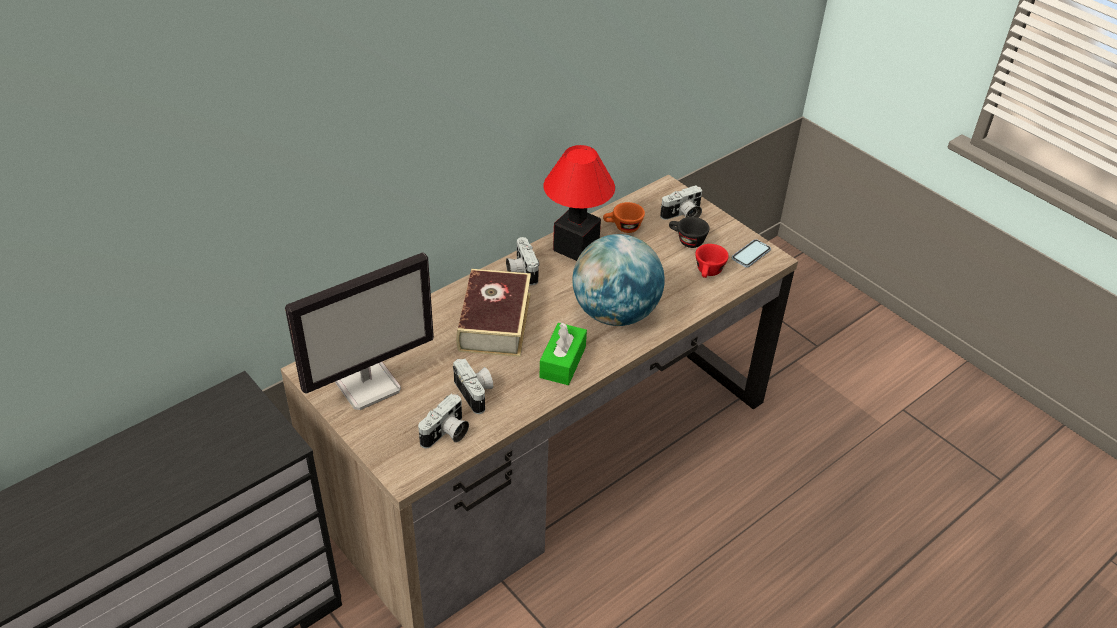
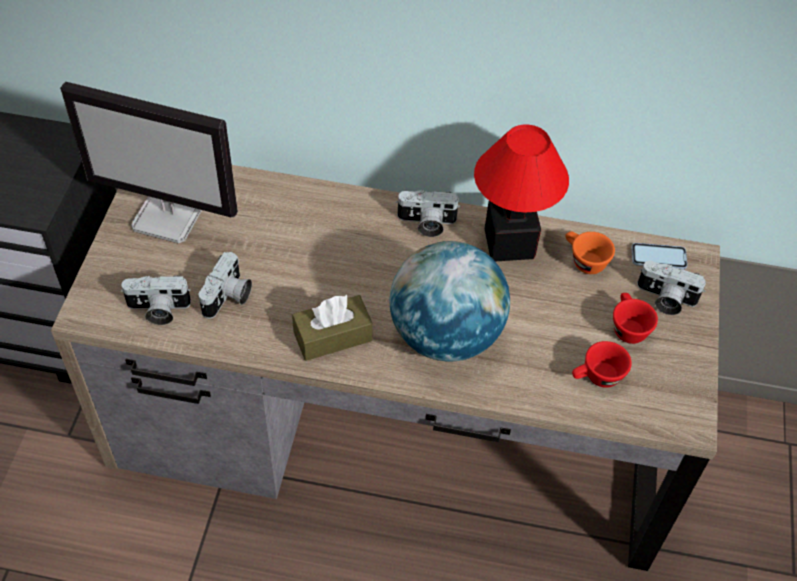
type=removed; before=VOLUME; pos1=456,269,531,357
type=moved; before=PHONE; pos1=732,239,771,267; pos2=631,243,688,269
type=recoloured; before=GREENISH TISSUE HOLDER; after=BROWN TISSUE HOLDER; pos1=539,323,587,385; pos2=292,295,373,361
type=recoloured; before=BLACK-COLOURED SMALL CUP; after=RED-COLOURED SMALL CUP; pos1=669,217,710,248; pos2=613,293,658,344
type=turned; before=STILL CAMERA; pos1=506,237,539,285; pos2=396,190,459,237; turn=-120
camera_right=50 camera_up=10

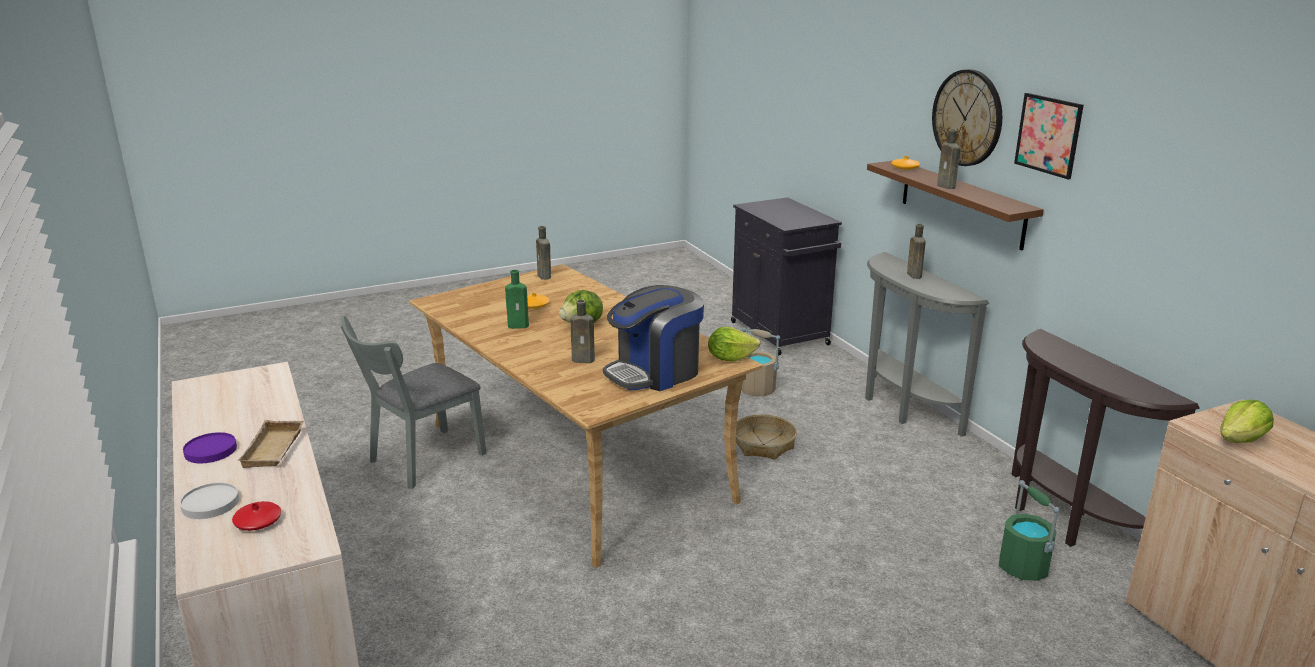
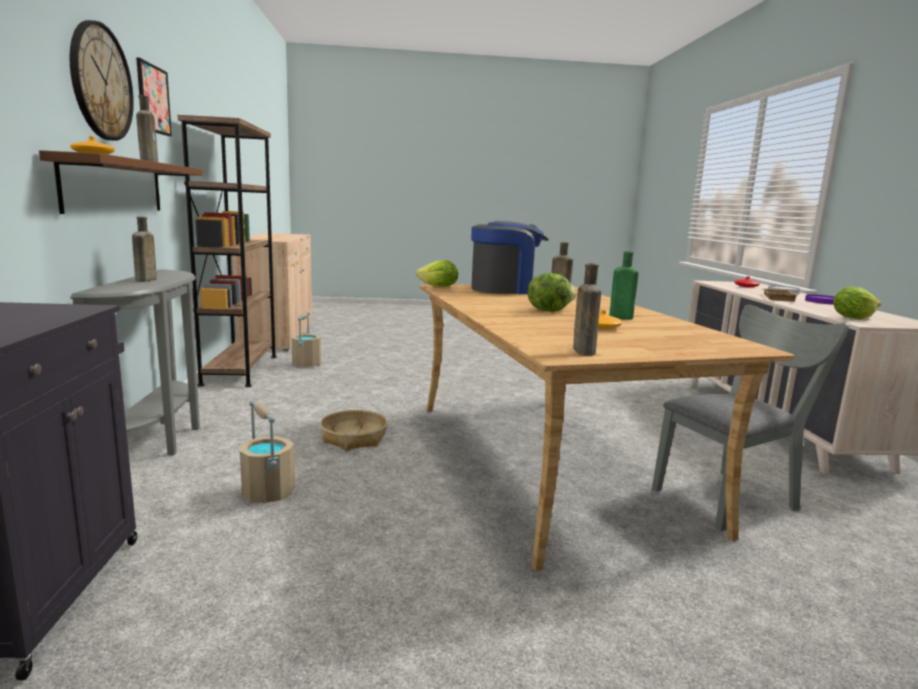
type=moved; before=LETTUCE HEAD; pos1=1220,400,1274,444; pos2=833,287,881,320
type=replaced; before=BROWN HALL TABLE; after=BROWN BOOKSHELF; pos1=1011,329,1200,547; pos2=178,115,277,387
type=recoloured; before=GREENISH PAIL; after=BEIGE PAIL; pos1=999,480,1060,581; pos2=291,312,321,367
camera_right=-160 camera_up=-10

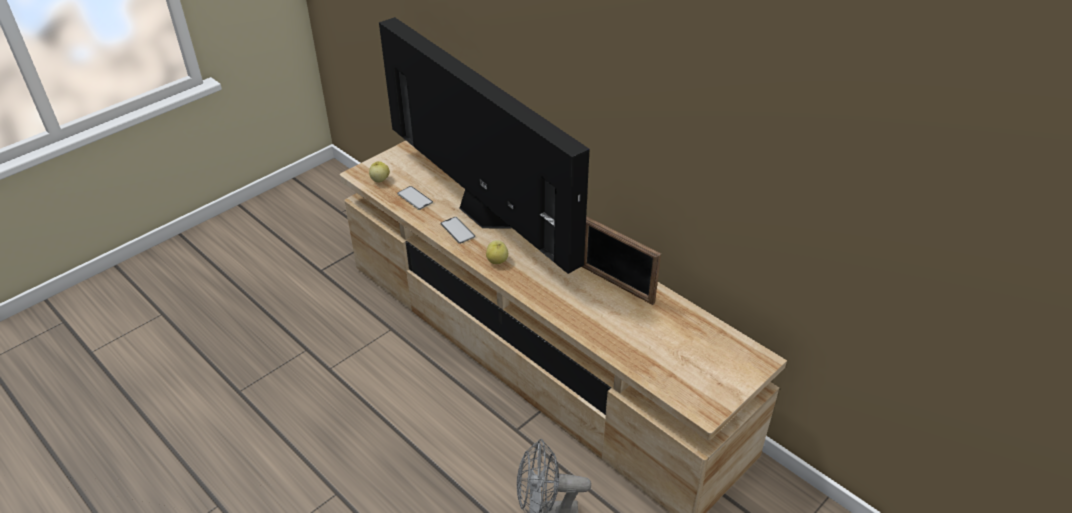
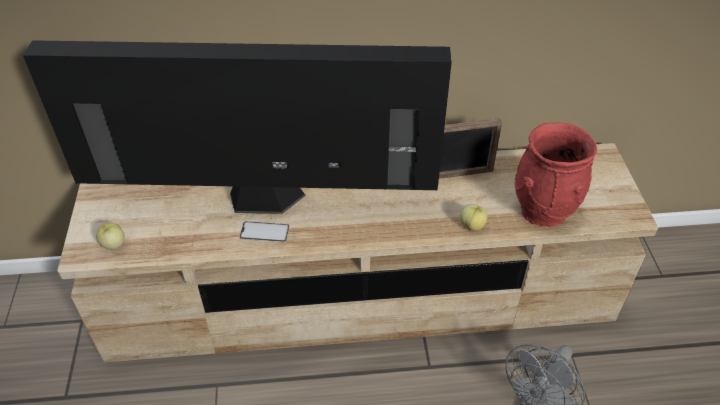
type=removed; before=PHONE; pos1=397,186,433,210
type=added; after=RED-COLOURED VASE; pos2=514,123,597,227
type=moved; before=APPLE; pos1=486,240,508,264; pos2=460,204,487,231
camera_right=-50 camera_up=5

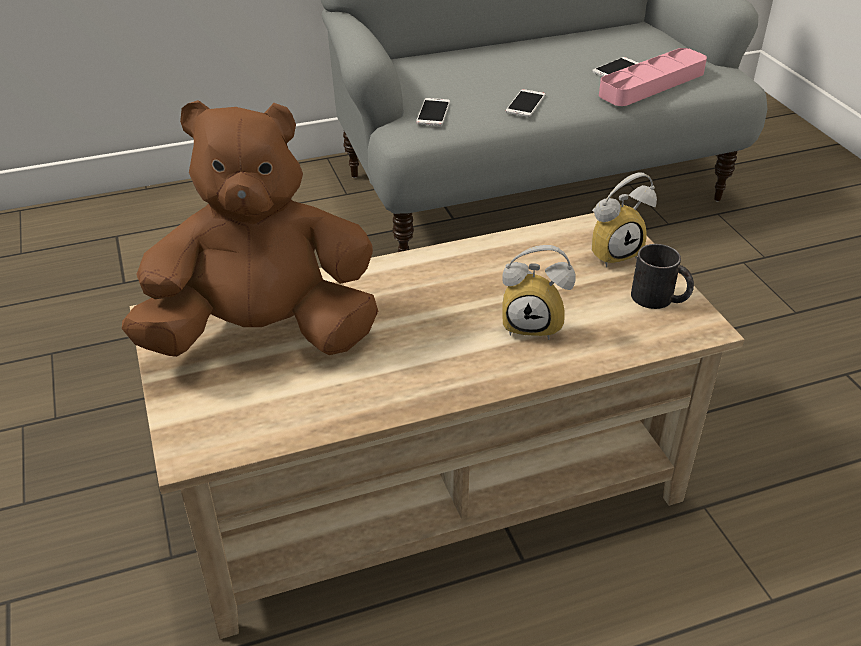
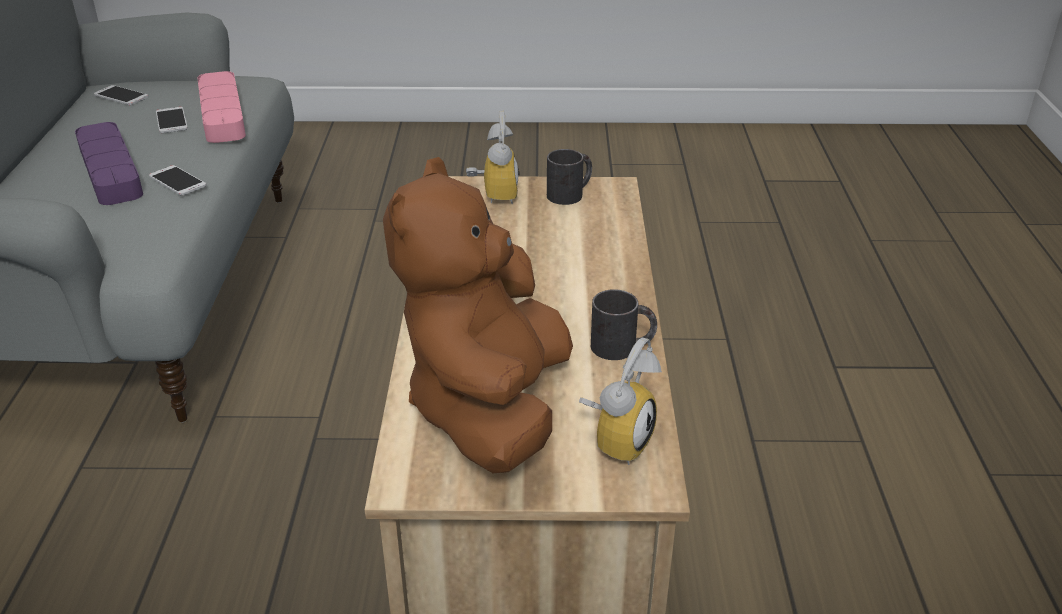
type=added; after=PURPLE CARRYING TRAY; pos2=75,122,143,205
type=added; after=BLACK-COLOURED MUG; pos2=591,289,657,360
type=moved; before=PHONE; pos1=416,98,450,126; pos2=94,85,149,105
type=moved; before=TABLE CLOCK; pos1=502,245,575,340; pos2=579,338,662,465
camera_right=-70 camera_up=-5

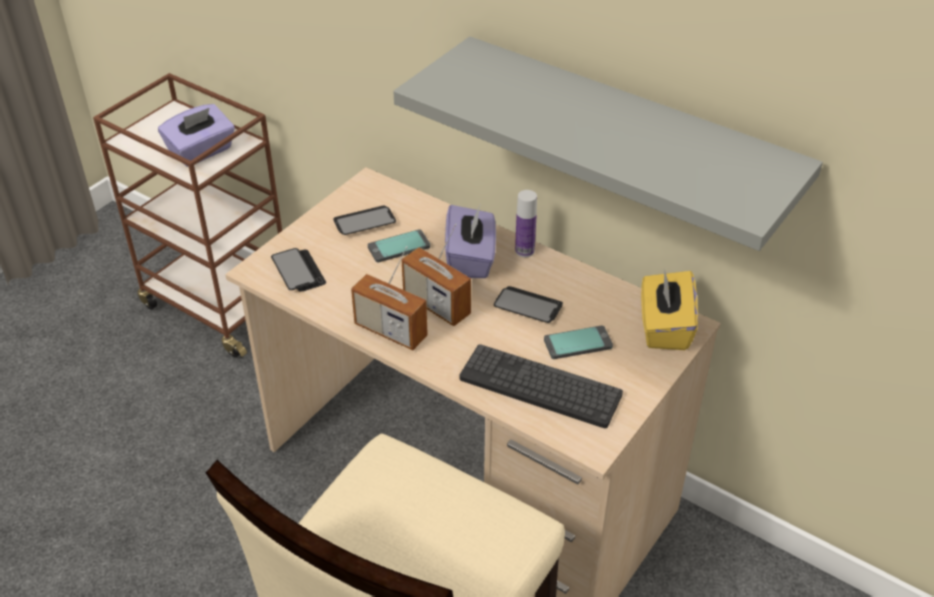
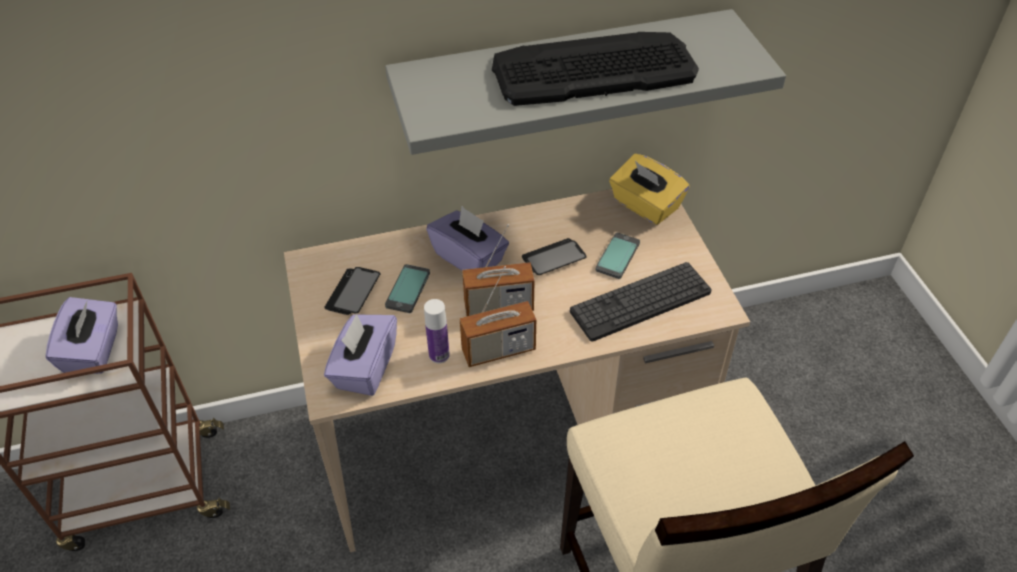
type=added; after=KEYBOARD; pos2=492,32,699,106
type=moved; before=BOTTLE; pos1=515,190,537,257; pos2=424,299,450,363
type=replaced; before=PHONE; after=PURPLE TISSUE HOLDER; pos1=271,248,326,292; pos2=324,314,397,396
camera_right=-50 camera_up=5

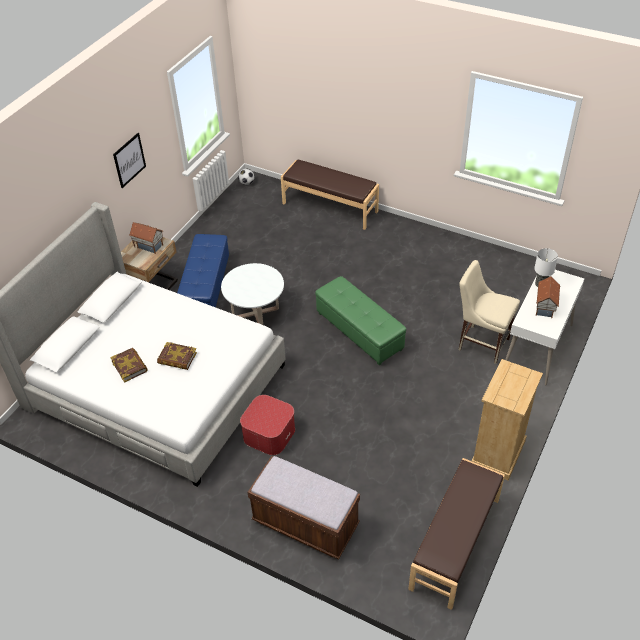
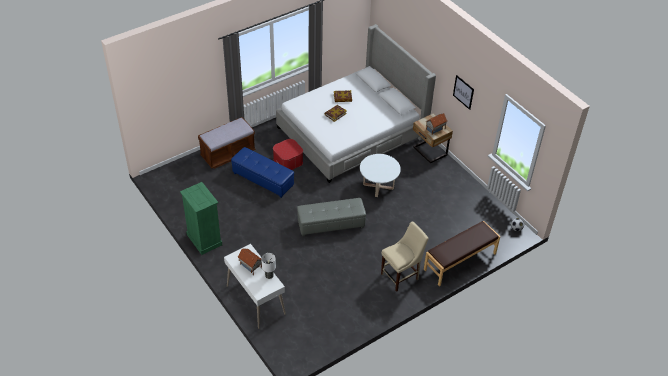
type=removed; before=BROWN BENCH; pos1=408,458,505,610
type=moved; before=BLUE OTTOMAN; pos1=177,234,229,307; pos2=231,147,294,198
type=moved; before=BEIGE PLAIN CHAIR; pos1=458,260,520,364; pos2=381,221,429,292
type=recoloured; before=GREENISH OTTOMAN; after=GRAY OTTOMAN; pos1=315,276,406,365; pos2=297,198,366,236
type=recoloured; before=BEIGE DRAWER CHEST; after=GREENISH DRAWER CHEST; pos1=471,359,543,481; pos2=180,182,222,255
camera_right=115 camera_up=0

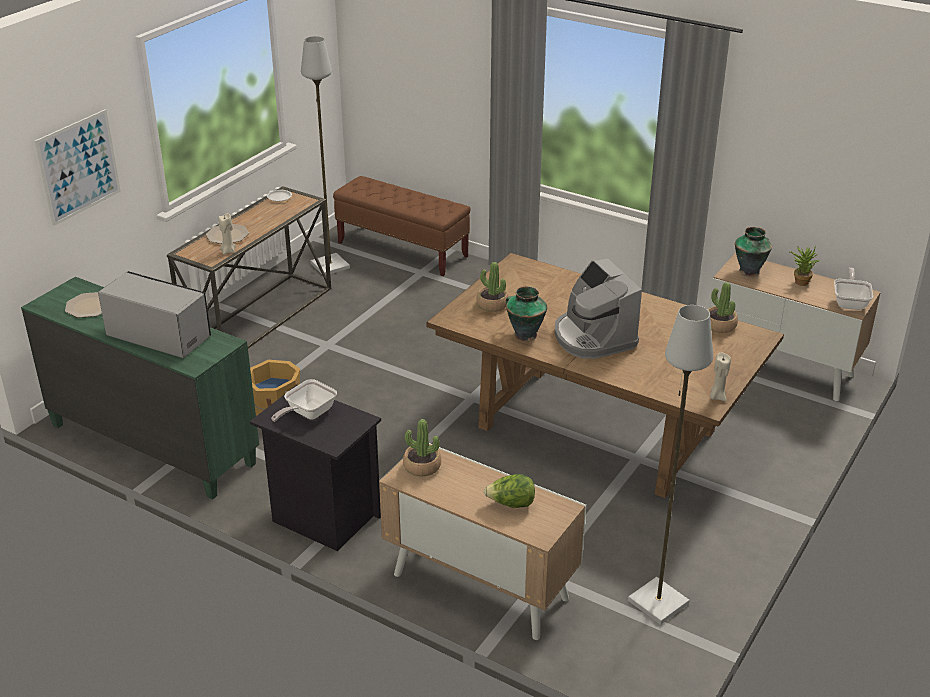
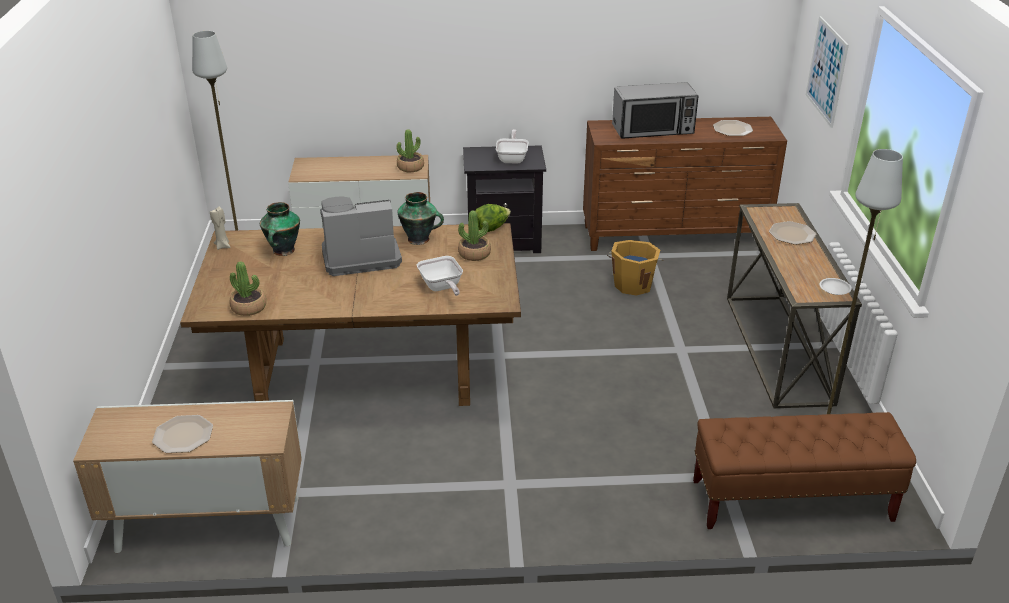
type=removed; before=BEIGE WAX CANDLE; pos1=219,213,236,255
type=moved; before=LETTUCE HEAD; pos1=484,474,535,508; pos2=475,204,511,232
type=moved; before=VASE; pos1=735,227,772,276; pos2=260,202,300,256
type=moved; before=PAN; pos1=834,267,873,310; pos2=417,256,463,296
type=replaced; before=HOUSEPLANT; after=DINNER PLATE; pos1=789,246,820,286; pos2=152,415,213,453
type=recoloured; before=GREENISH DRAWER CHEST; after=BROWN DRAWER CHEST; pos1=21,277,259,499; pos2=583,117,787,251
type=turned; before=COFFEE MACHINE; pos1=554,258,642,359; pos2=321,196,402,276; turn=-45
camera_right=145 camera_up=0

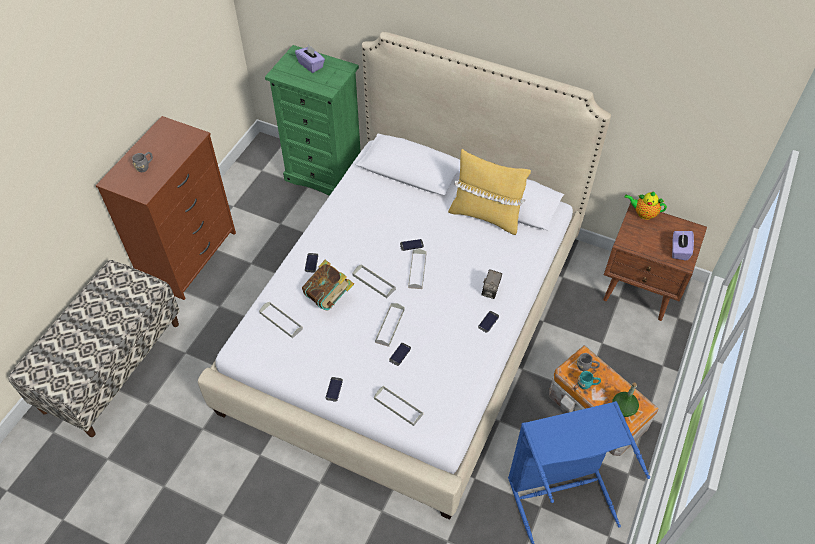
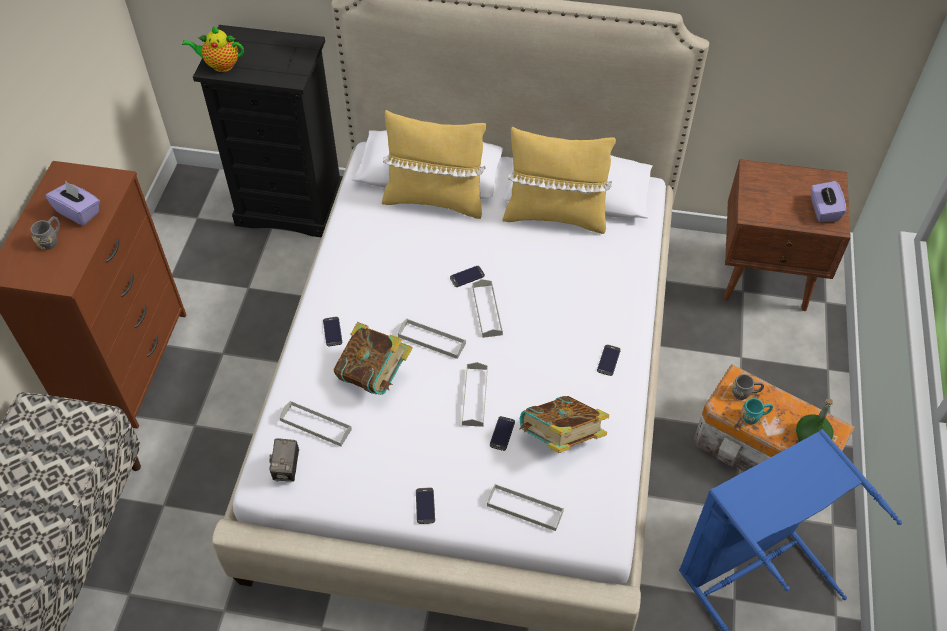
type=added; after=YELLOWISH CUSHION; pos2=382,110,486,219
type=added; after=VOLUME; pos2=520,396,609,453
type=moved; before=PURPLE TISSUE HOLDER; pos1=295,44,325,73; pos2=46,181,100,226
type=moved; before=STILL CAMERA; pos1=482,269,502,299; pos2=269,438,299,482
type=moved; before=TEA POT; pos1=624,191,667,220; pos2=182,25,244,72
type=recoloured; before=GREENISH DRAWER CHEST; after=BLACK-COLOURED DRAWER CHEST; pos1=265,45,361,196; pos2=193,25,343,238
camera_right=-15 camera_up=0

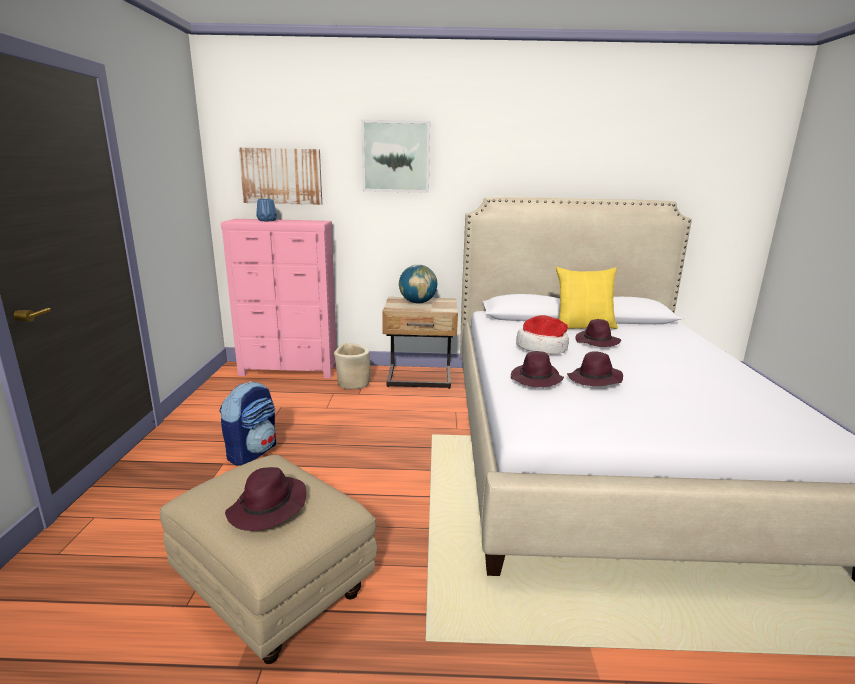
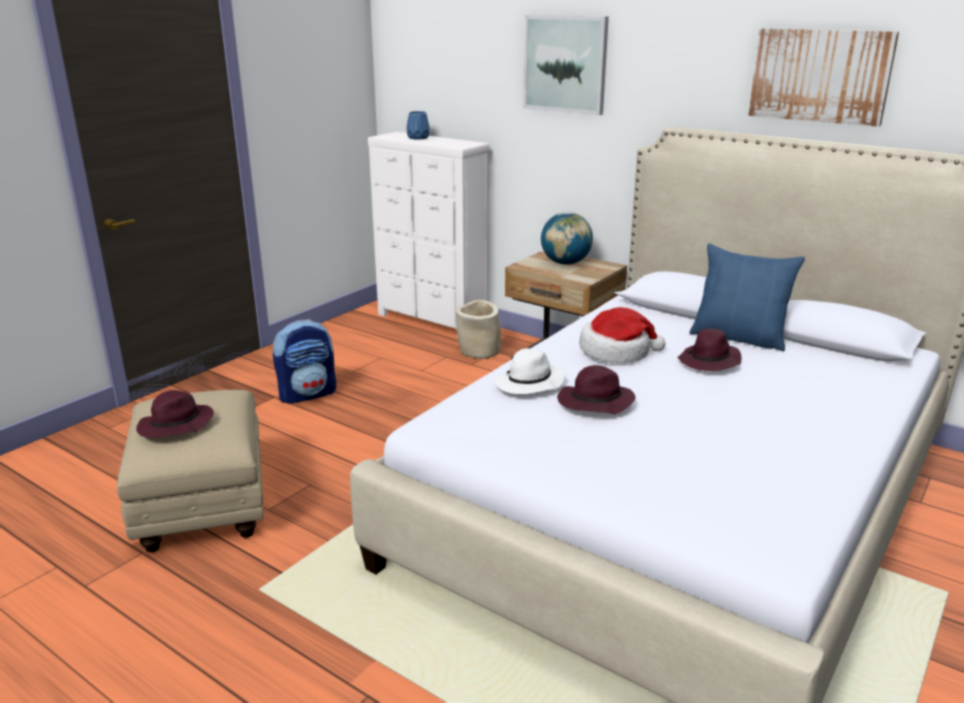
type=moved; before=WALL PICTURE; pos1=239,148,322,205; pos2=748,28,899,127
type=recoloured; before=PINK DRAWER CHEST; after=WHITE-COLOURED DRAWER CHEST; pos1=221,219,336,378; pos2=368,132,490,338
type=recoloured; before=PURPLE WEARABLE HAT; after=WHITE-COLOURED WEARABLE HAT; pos1=511,351,564,387; pos2=494,348,565,394
type=recoloured; before=YELLOWISH CUSHION; after=BLUE CUSHION; pos1=556,267,618,329; pos2=690,243,805,351
camera_right=35 camera_up=5

